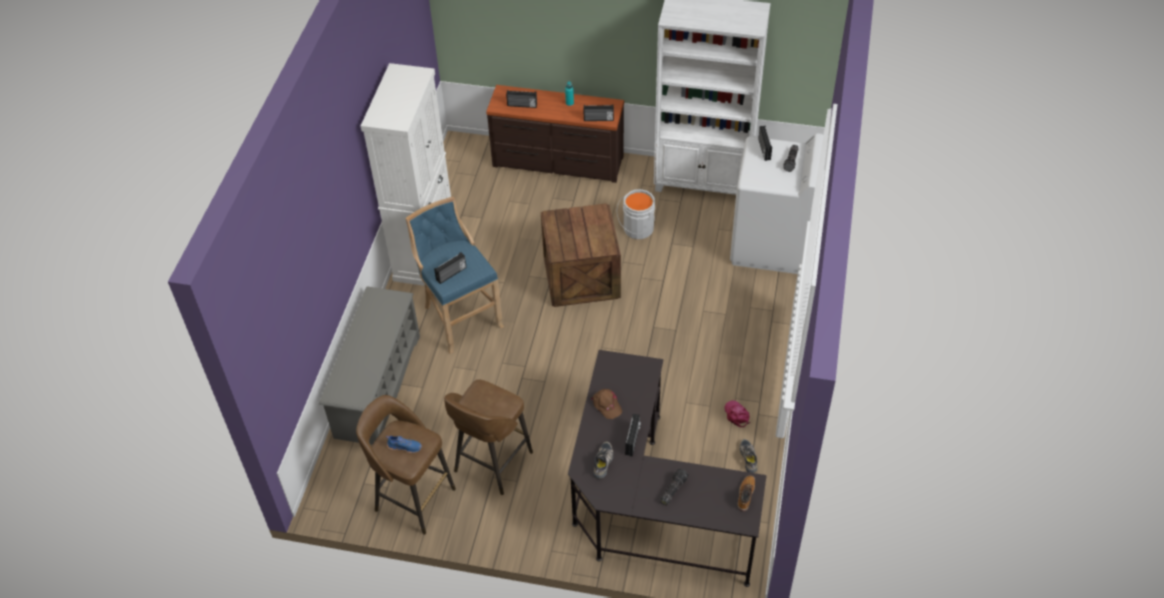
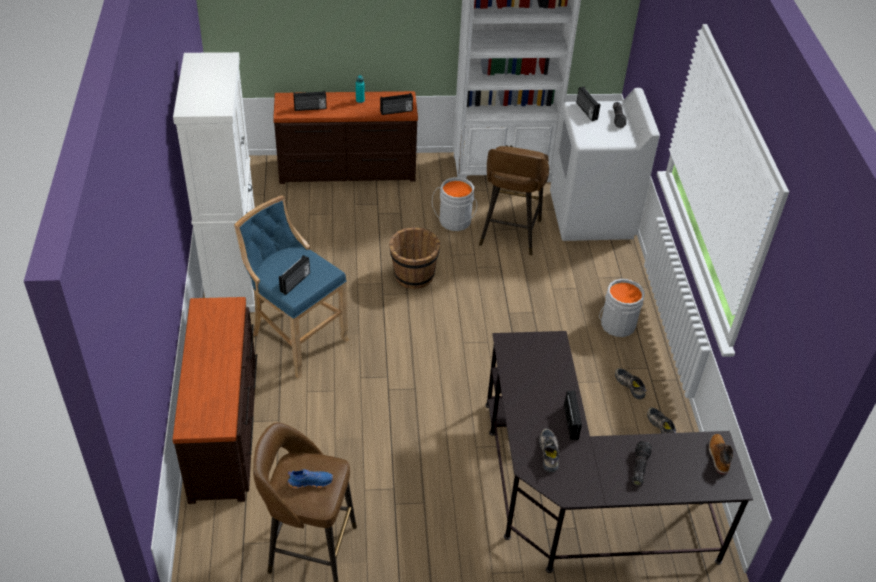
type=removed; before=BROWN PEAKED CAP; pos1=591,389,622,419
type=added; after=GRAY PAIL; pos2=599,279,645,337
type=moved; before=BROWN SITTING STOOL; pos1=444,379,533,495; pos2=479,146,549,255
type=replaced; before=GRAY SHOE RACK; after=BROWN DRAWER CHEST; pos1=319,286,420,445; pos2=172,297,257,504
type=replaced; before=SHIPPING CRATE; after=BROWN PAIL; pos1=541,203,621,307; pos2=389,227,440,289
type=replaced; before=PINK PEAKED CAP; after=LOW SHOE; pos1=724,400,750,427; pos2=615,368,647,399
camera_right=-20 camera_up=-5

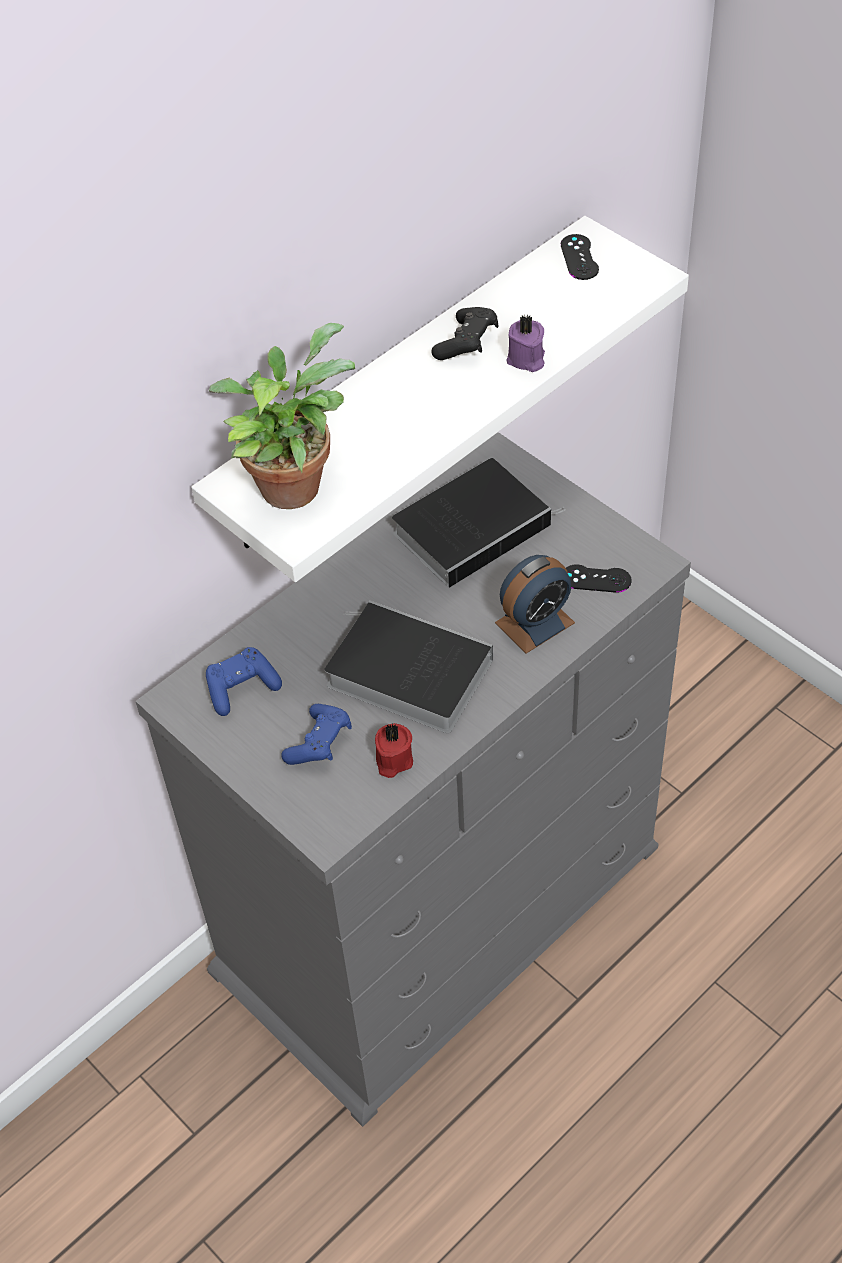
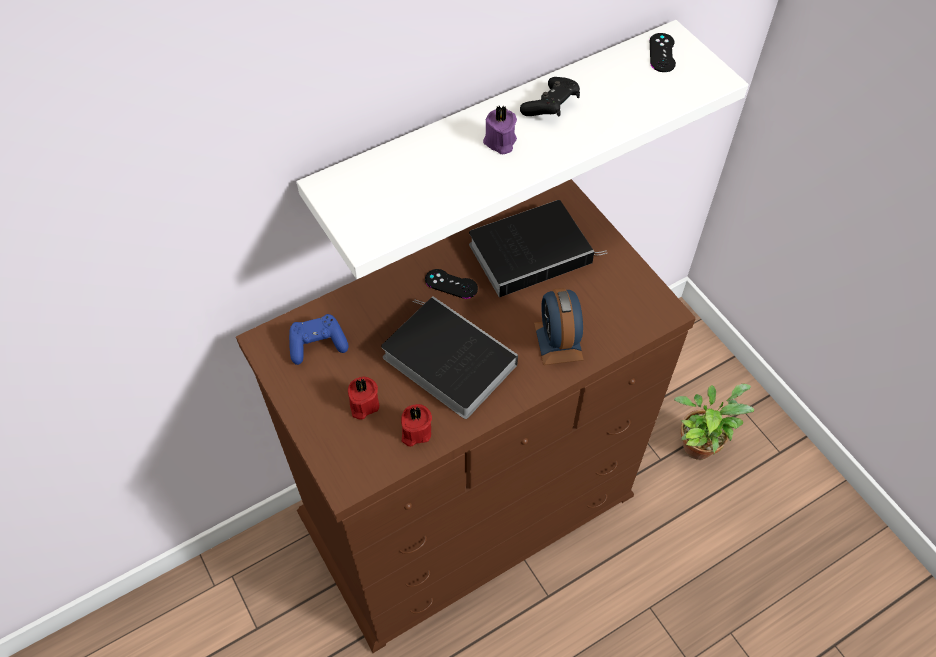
type=moved; before=HOUSEPLANT; pos1=209,323,355,509; pos2=674,384,754,460
type=moved; before=PURPLE WAX CANDLE; pos1=506,315,545,372; pos2=483,105,517,154
type=moved; before=BLACK-COLOURED GAMEPAD; pos1=566,564,631,593; pos2=425,269,478,299
type=replaced; before=BLUE GAMEPAD; after=RED-COLOURED WAX CANDLE; pos1=281,704,352,765; pos2=348,376,379,420
type=recoloured; before=GRAY DRAWER CHEST; after=BROWN DRAWER CHEST; pos1=135,432,691,1127; pos2=236,179,696,653
type=turned; before=TABLE CLOCK; pos1=495,555,575,653; pos2=534,288,584,365; turn=105
camera_right=10 camera_up=5

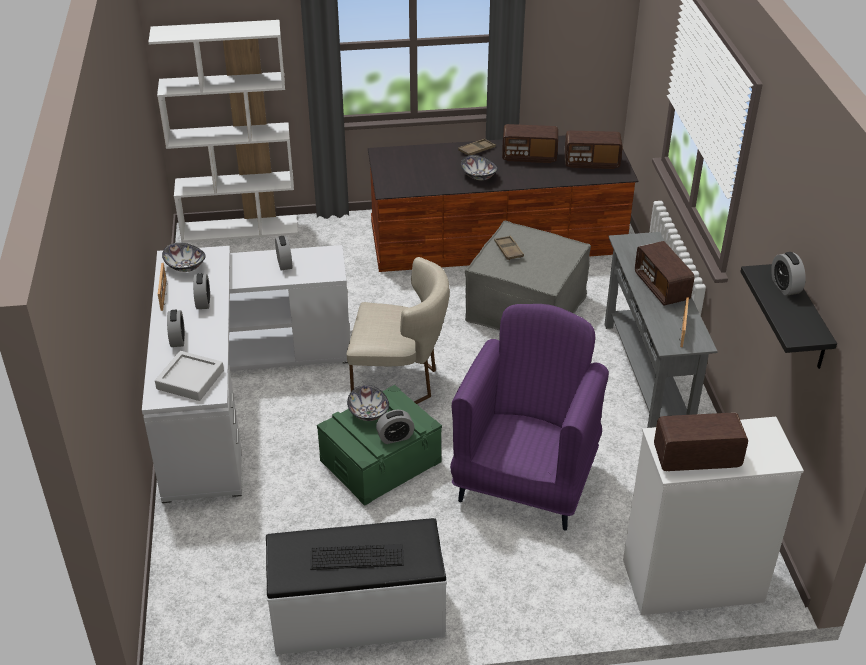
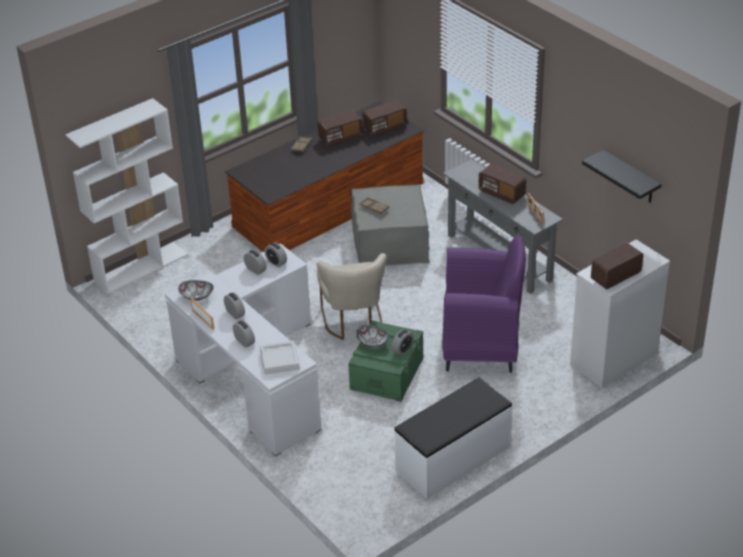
type=removed; before=KEYBOARD; pos1=310,544,404,570
type=removed; before=SERVING BOWL; pos1=461,155,498,180
type=moved; before=TABLE CLOCK; pos1=771,252,806,296; pos2=264,242,287,267
type=turned; before=BEIGE PLAIN CHAIR; pos1=347,257,450,404; pos2=317,253,387,340; turn=105
type=turned; before=PURPLE EASY CHAIR; pos1=450,304,609,530; pos2=442,235,526,373; turn=105
camera_right=-30 camera_up=0

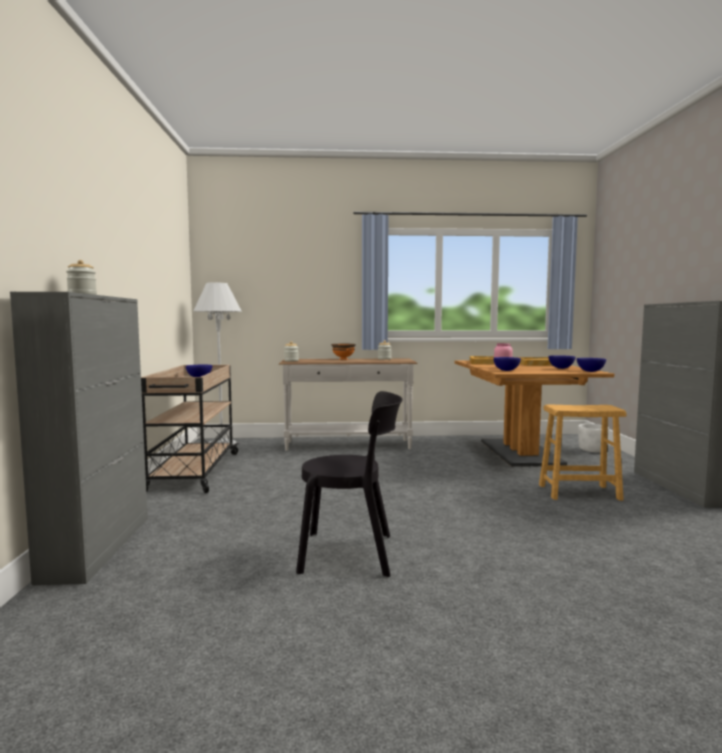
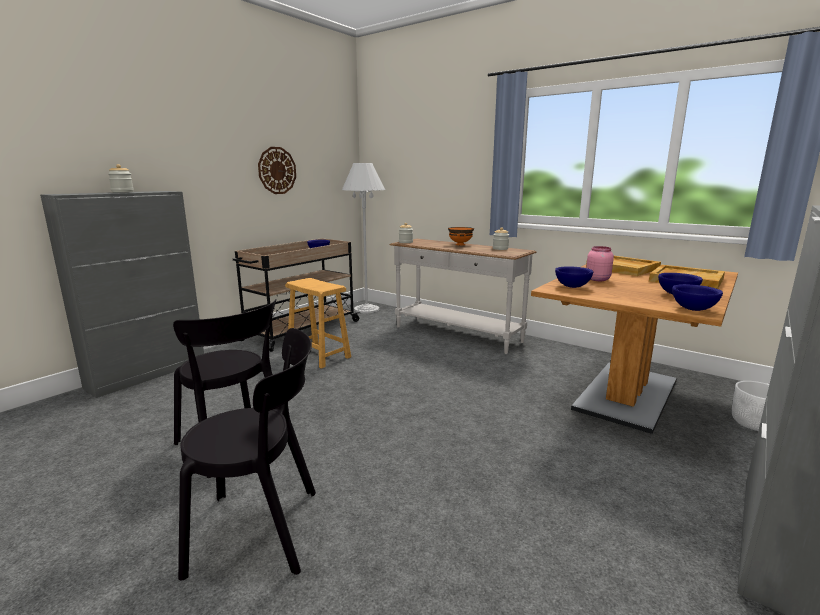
type=added; after=BLACK-COLOURED PLAIN CHAIR; pos2=178,328,316,580
type=added; after=WALL CLOCK; pos2=258,147,296,194
type=moved; before=BROWN SITTING STOOL; pos1=539,404,627,501; pos2=285,278,351,369
camera_right=40 camera_up=10

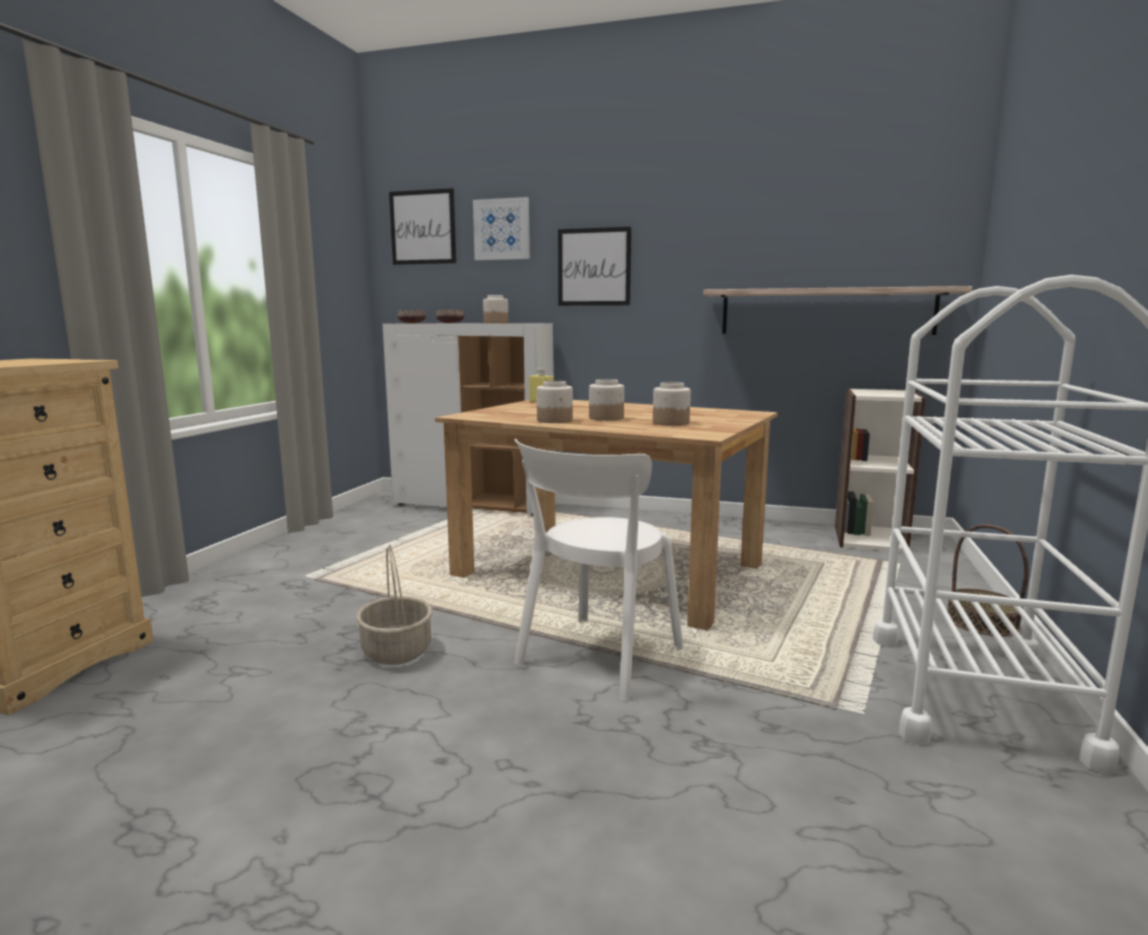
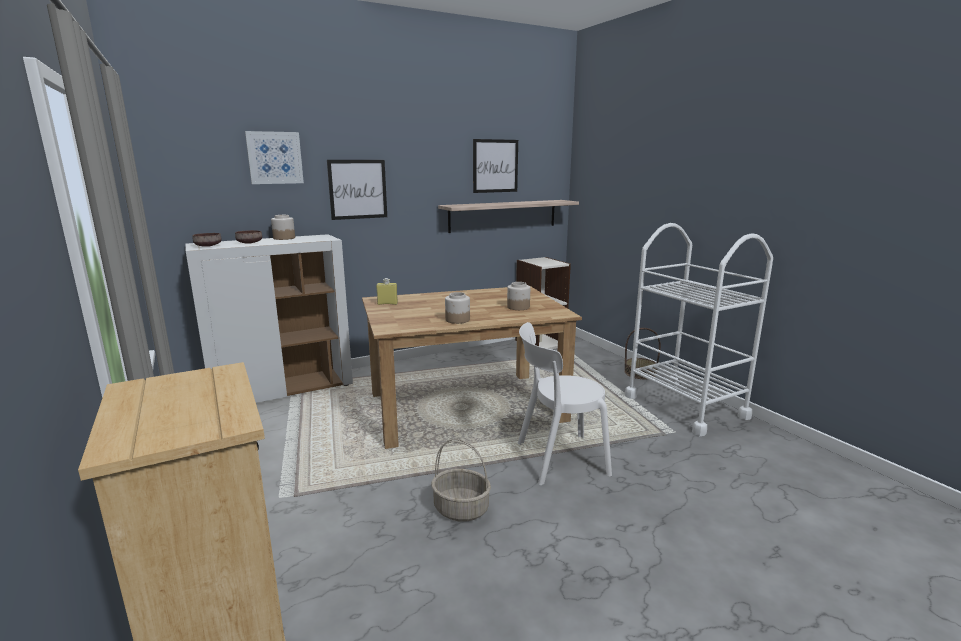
type=removed; before=PRESERVE JAR; pos1=589,379,624,421
type=moved; before=WALL PICTURE; pos1=389,188,456,265; pos2=473,139,518,193
type=turned; before=WHITE-COLOURED PLAIN CHAIR; pos1=514,439,683,702; pos2=518,322,612,485; turn=90
camera_right=-45 camera_up=5

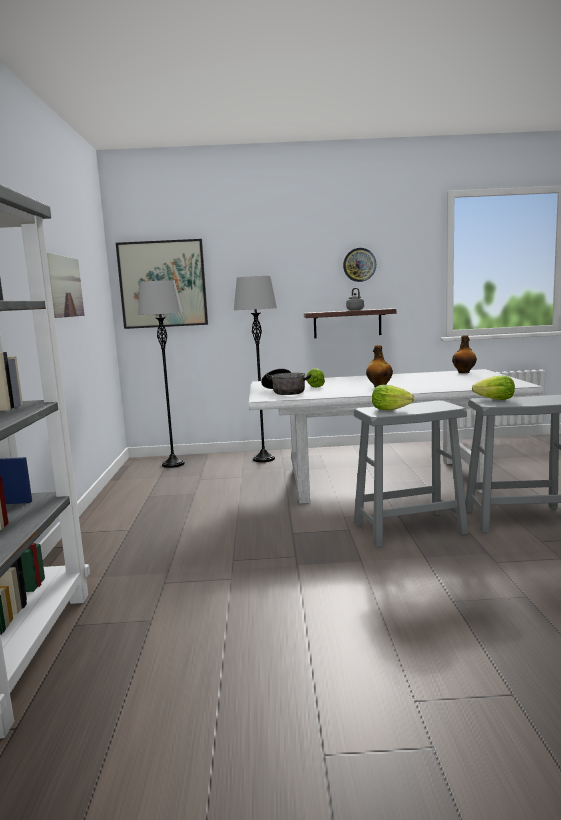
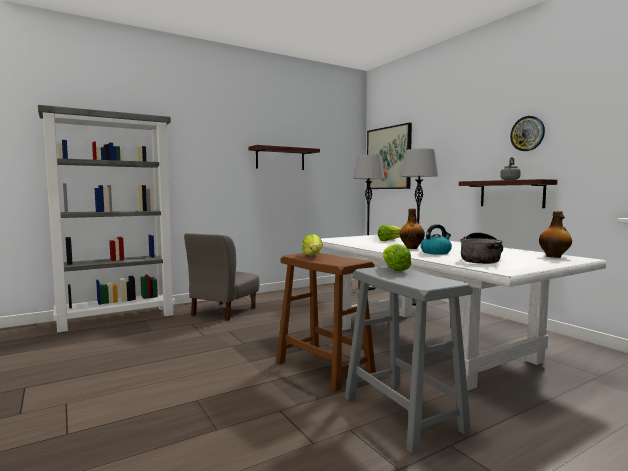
type=added; after=GRAY PLAIN CHAIR; pos2=184,233,260,321
type=added; after=WATER KETTLE; pos2=420,224,452,255
type=moved; before=STOCKPOT; pos1=261,369,311,395; pos2=460,232,503,264
type=replaced; before=WALL PICTURE; after=WALL SHELF; pos1=47,252,85,318; pos2=248,145,320,170
type=recoloured; before=GRAY SITTING STOOL; after=BROWN SITTING STOOL; pos1=353,401,469,548; pos2=276,253,376,392
camera_right=60 camera_up=-5

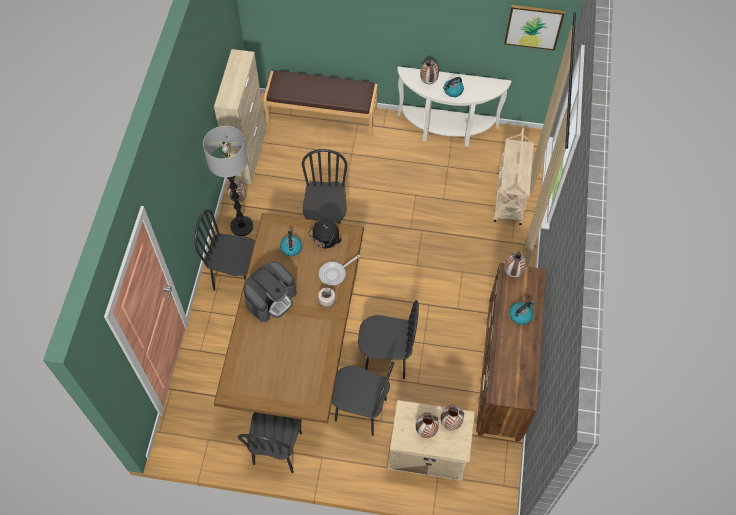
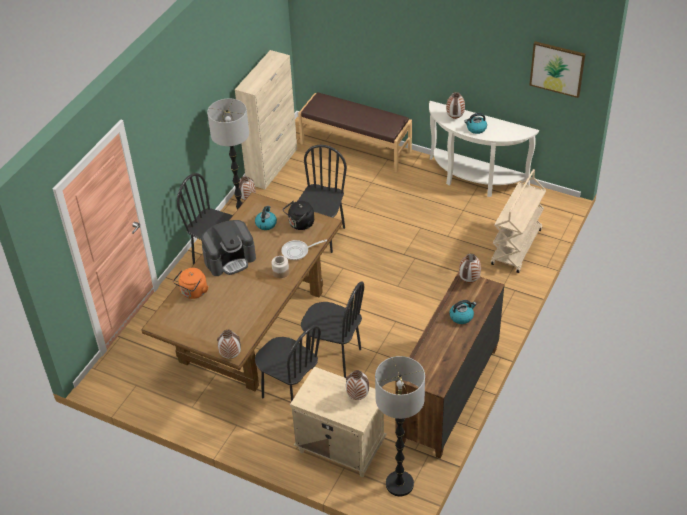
type=removed; before=BLACK-COLOURED PLAIN CHAIR; pos1=238,412,302,473
type=added; after=ORANGEY WATER KETTLE; pos2=173,268,208,299
type=added; after=STANDARD LAMP; pos2=375,356,425,496
type=moved; before=VASE; pos1=416,413,439,438; pos2=217,330,241,359
camera_right=20 camera_up=-15

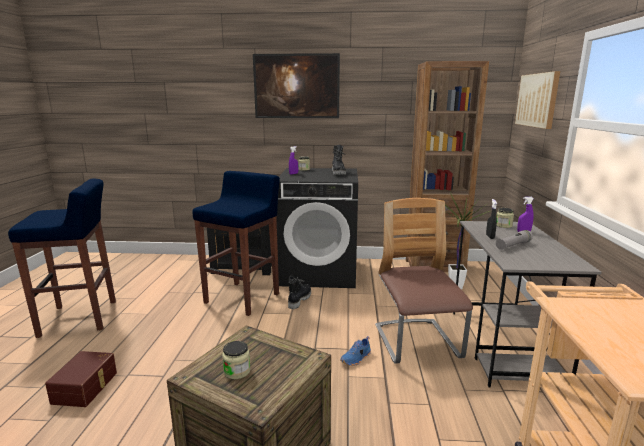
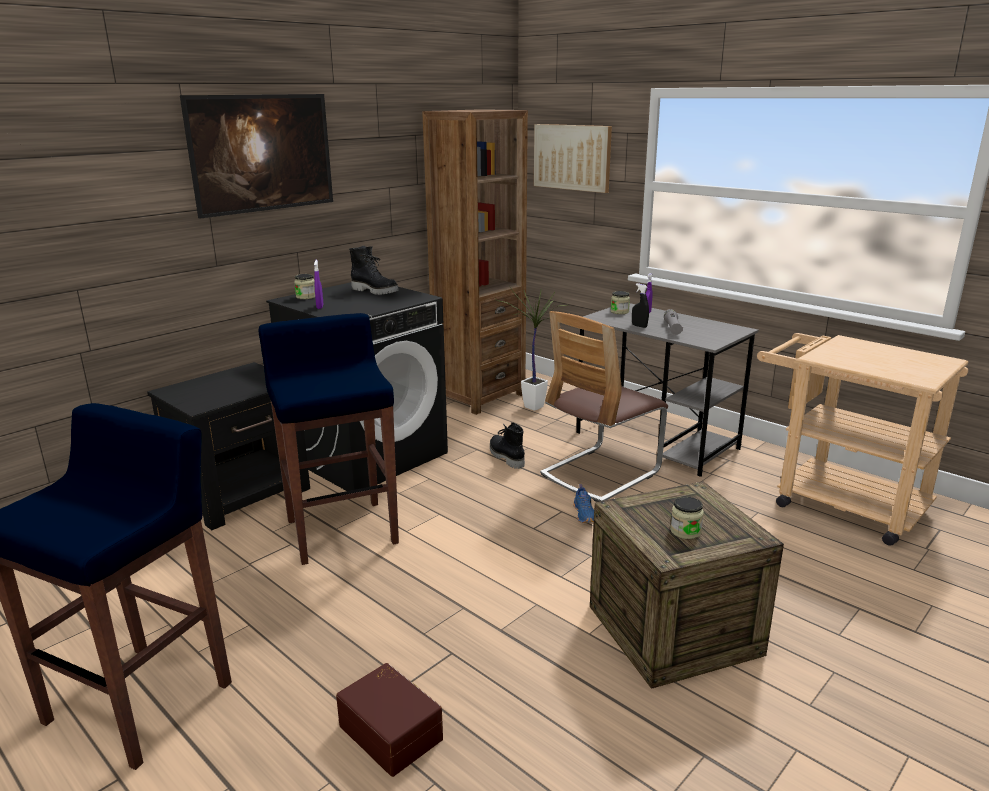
type=moved; before=BLACK-COLOURED HIGH-TOP BOOT; pos1=288,275,311,309; pos2=490,422,525,469
type=turned; before=PLAIN CHAIR; pos1=375,198,473,364; pos2=540,311,668,502; turn=-75
camera_right=-50 camera_up=5

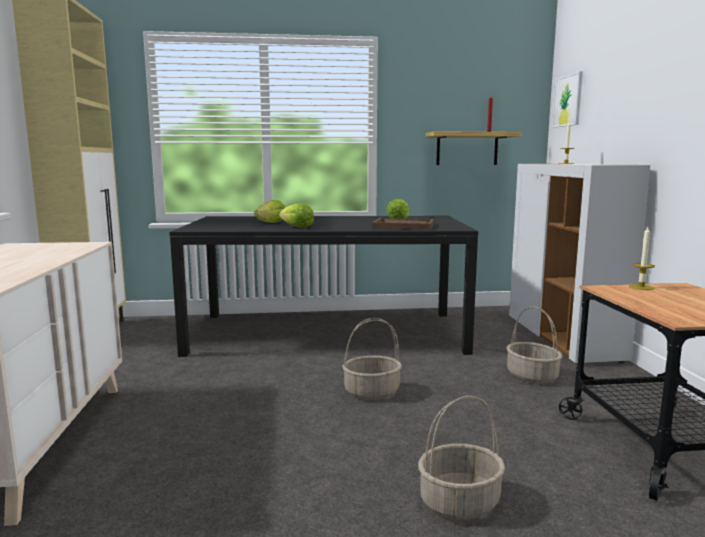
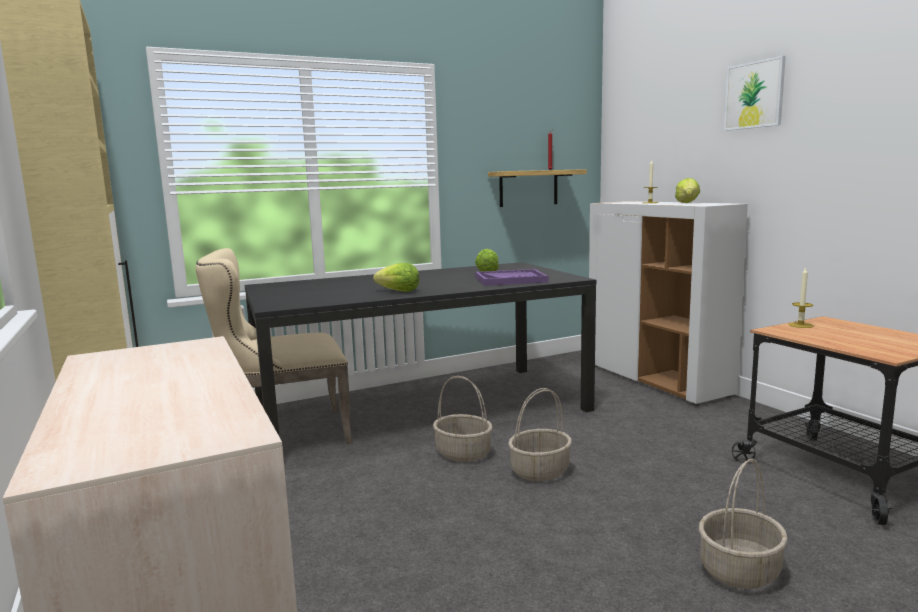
type=added; after=BEIGE PLAIN CHAIR; pos2=195,248,353,444
type=moved; before=LETTUCE HEAD; pos1=254,200,285,223; pos2=675,178,700,203
type=moved; before=BASKET; pos1=507,307,562,384; pos2=433,376,493,462
type=moved; before=WALL PICTURE; pos1=552,72,583,128; pos2=724,56,786,131
type=recoloured; before=BROWN CARRYING TRAY; after=PURPLE CARRYING TRAY; pos1=372,218,434,230; pos2=475,269,548,286
camera_right=-20 camera_up=0

